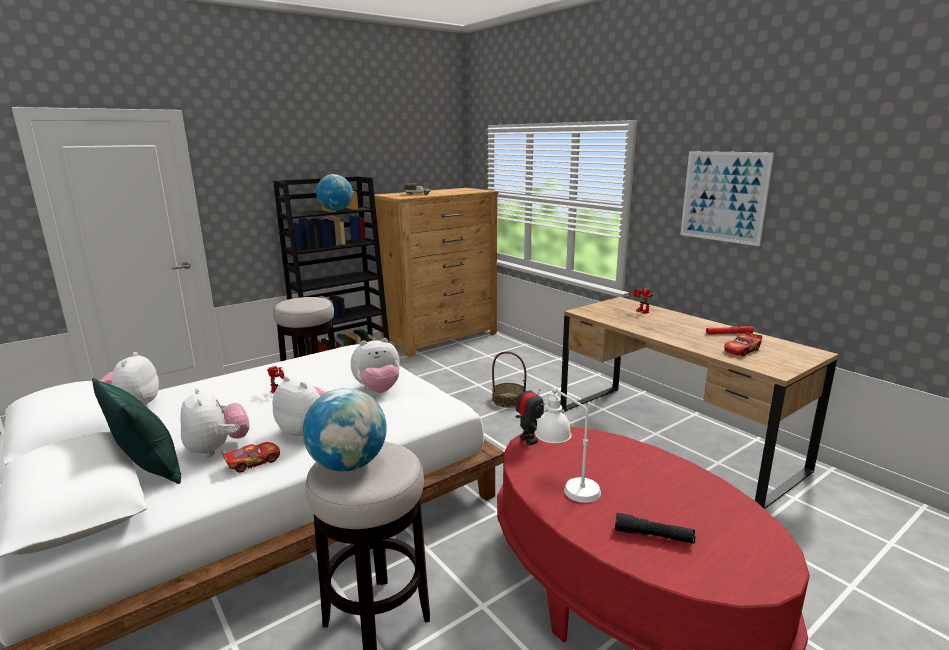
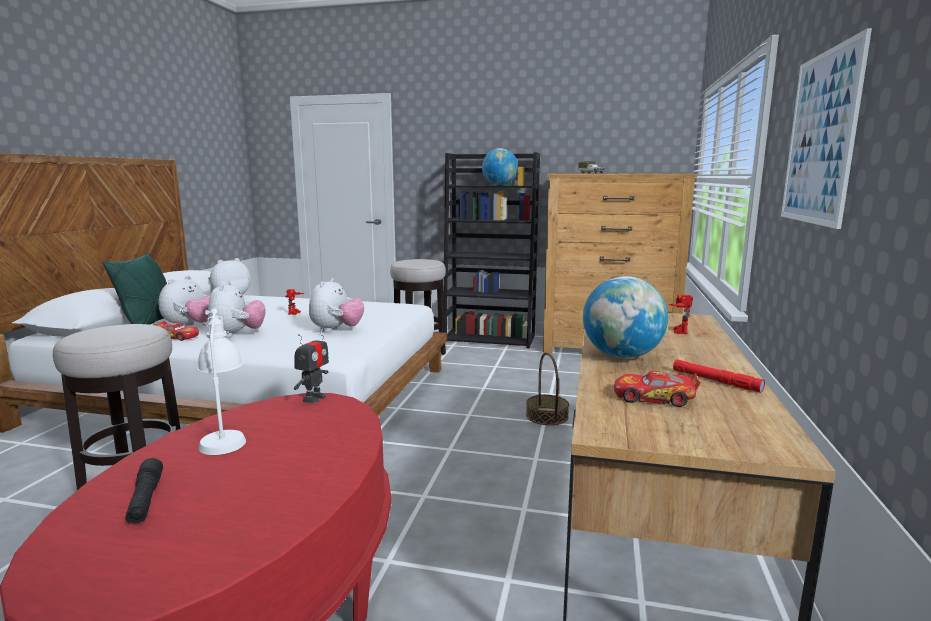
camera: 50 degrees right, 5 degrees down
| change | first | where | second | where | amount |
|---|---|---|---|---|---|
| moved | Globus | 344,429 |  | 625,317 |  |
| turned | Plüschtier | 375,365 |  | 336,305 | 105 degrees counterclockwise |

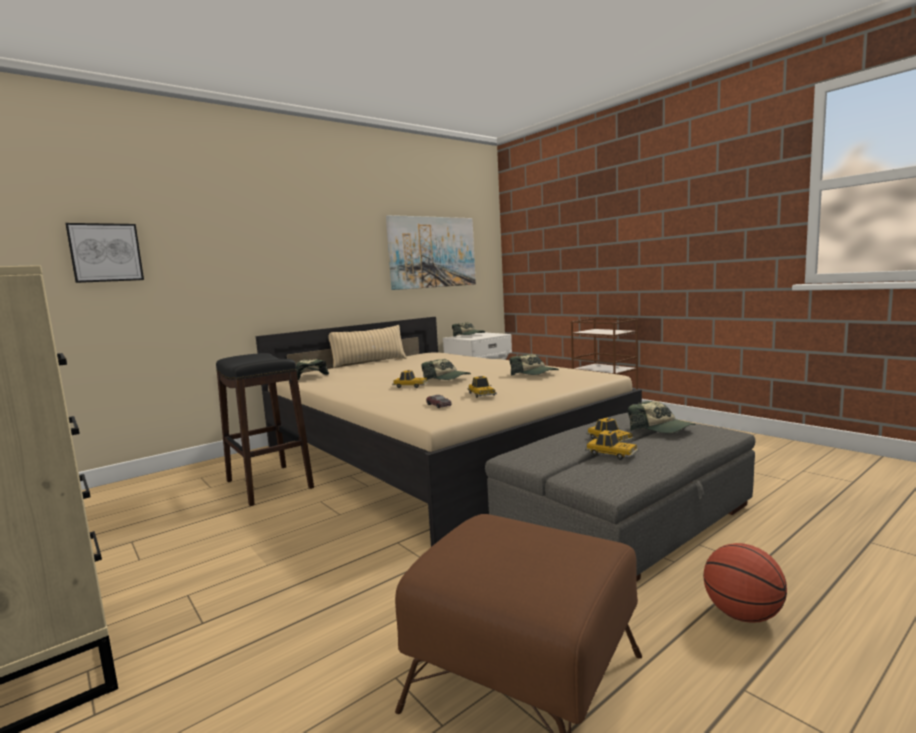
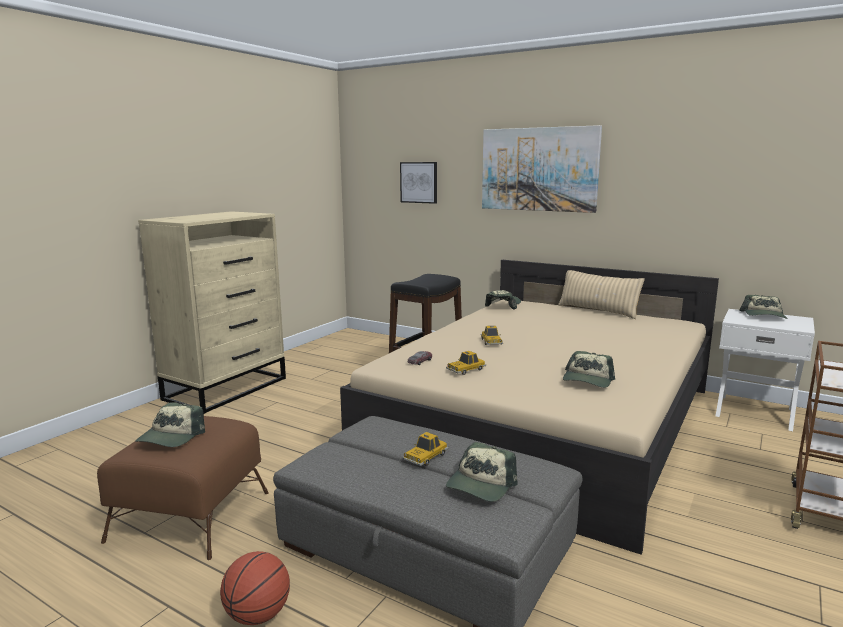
camera: 70 degrees right, 5 degrees up
| change | first | where | second | where | amount |
|---|---|---|---|---|---|
| removed | Spielzeugauto | 612,445 |  |  |  |
| moved | Bild | 431,252 |  | 542,169 |  |
| moved | Kappe | 446,369 |  | 170,424 |  |

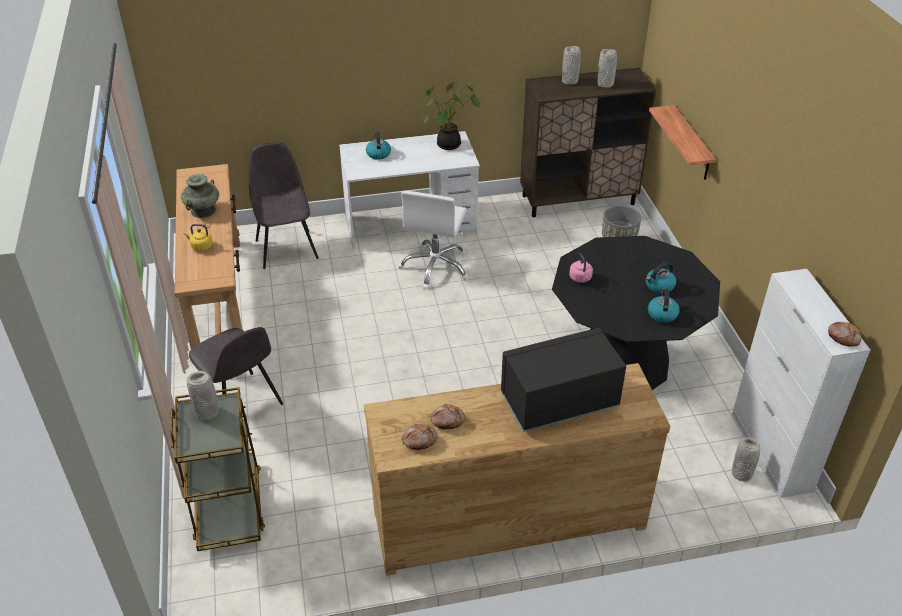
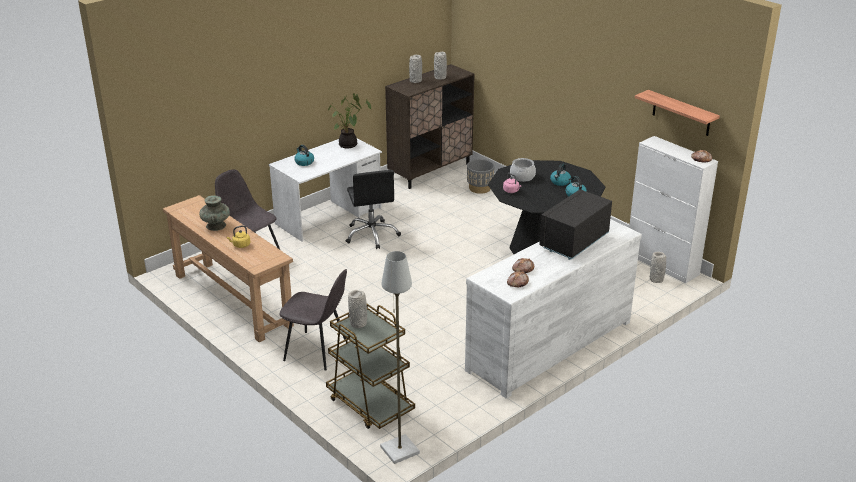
camera: 30 degrees left, 10 degrees down
| change | first | where | second | where | amount |
|---|---|---|---|---|---|
| added |  |  | Stehlampe (grau) | 400,357 |  |
| added |  |  | Kochtopf | 523,170 |  |
| moved | Wandregal | 682,142 |  | 677,113 |  |
| recoloured | Kommode (braun) | 517,469 | Kommode (weiß) | 553,309 |  |
| recoloured | Bürostuhl (weiß) | 433,240 | Bürostuhl (schwarz) | 373,209 |  |

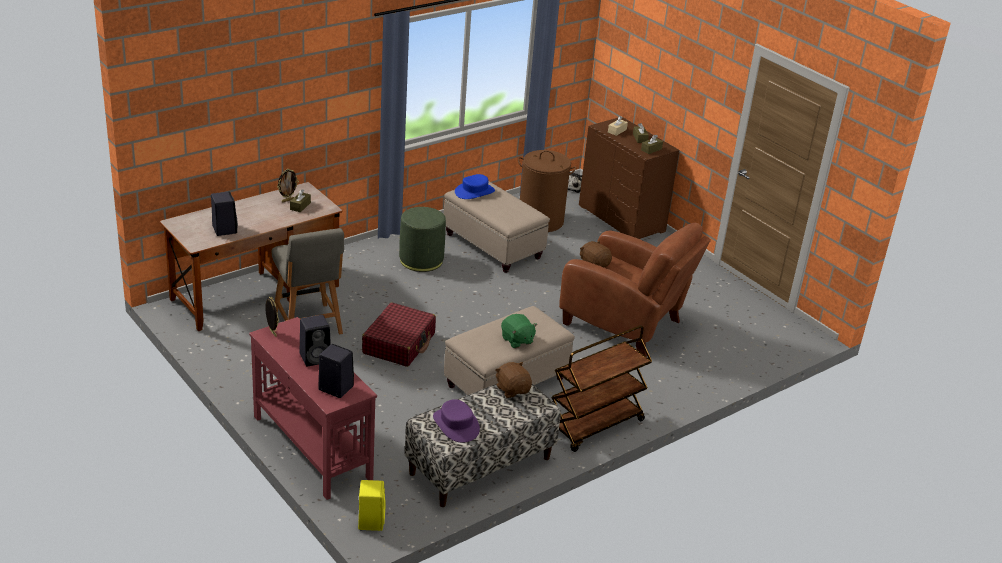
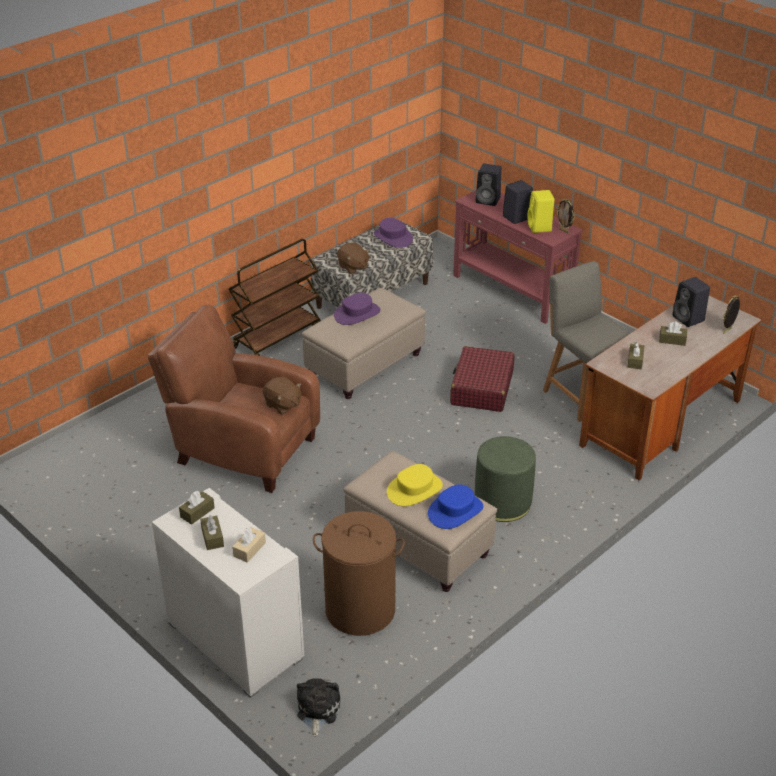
camera: 175 degrees right, 5 degrees up
| change | first | where | second | where | amount |
|---|---|---|---|---|---|
| added |  |  | Hut (gelb) | 415,485 |  |
| added |  |  | Taschentuchbox (braun) | 673,334 |  |
| moved | Bilderrahmen | 288,185 |  | 731,314 |  |
| moved | Lautsprecher (gelb) | 372,505 |  | 540,211 |  |
| replaced | Plüschtier (grün) | 519,331 | Hut (lila) | 357,308 |  |
| recoloured | Kommode (braun) | 629,178 | Kommode (weiß) | 228,593 |  |

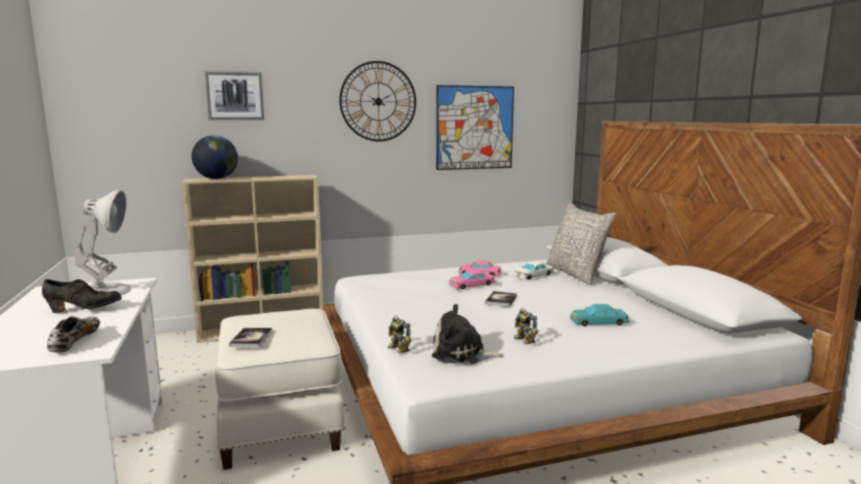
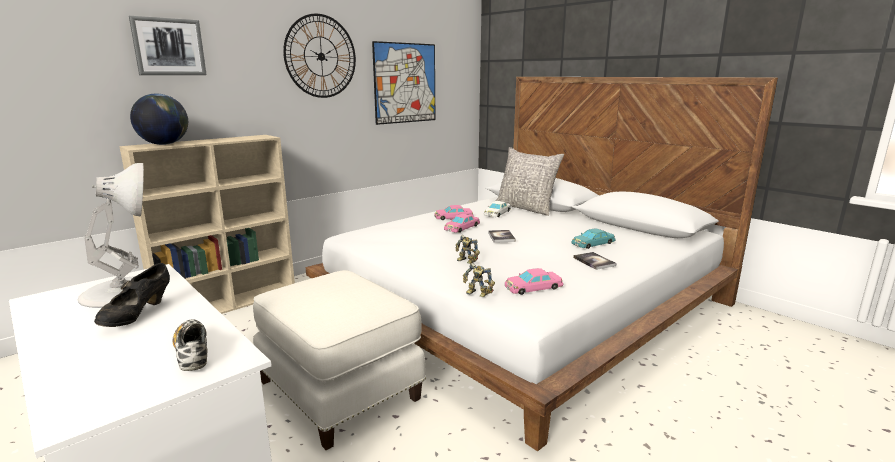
camera: 25 degrees left, 5 degrees up
| change | first | where | second | where | amount |
|---|---|---|---|---|---|
| moved | Buch | 250,337 |  | 595,261 |  |
| moved | Spielzeugroboter | 526,326 |  | 468,249 |  |
| replaced | Plüschtier | 468,334 | Spielzeugauto (rosa) | 534,281 |  |
| turned | Schuh (schwarz) | 82,296 |  | 132,295 | 135 degrees clockwise |

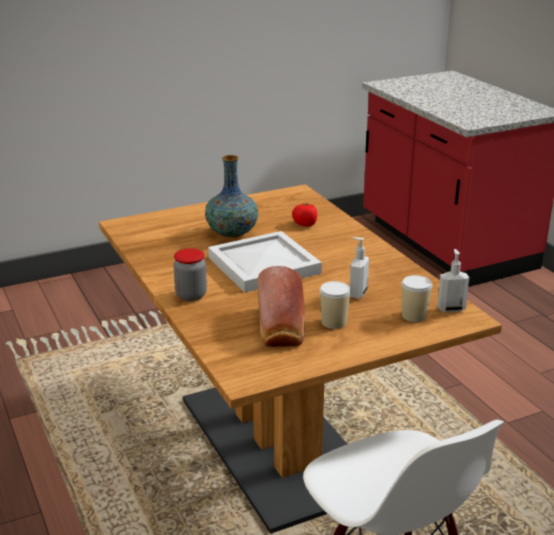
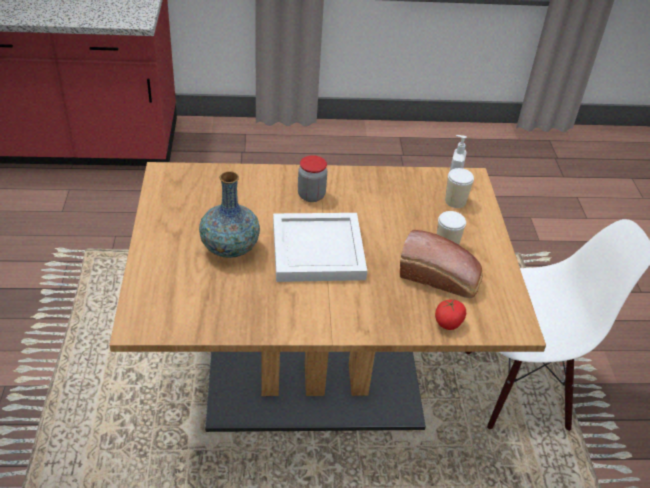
camera: 70 degrees left, 15 degrees up
| change | first | where | second | where | amount |
|---|---|---|---|---|---|
| removed | Seifenspender | 359,268 |  |  |  |
| moved | Vorratsglas | 190,274 |  | 312,178 |  |
| moved | Tomate | 304,214 |  | 450,315 |  |

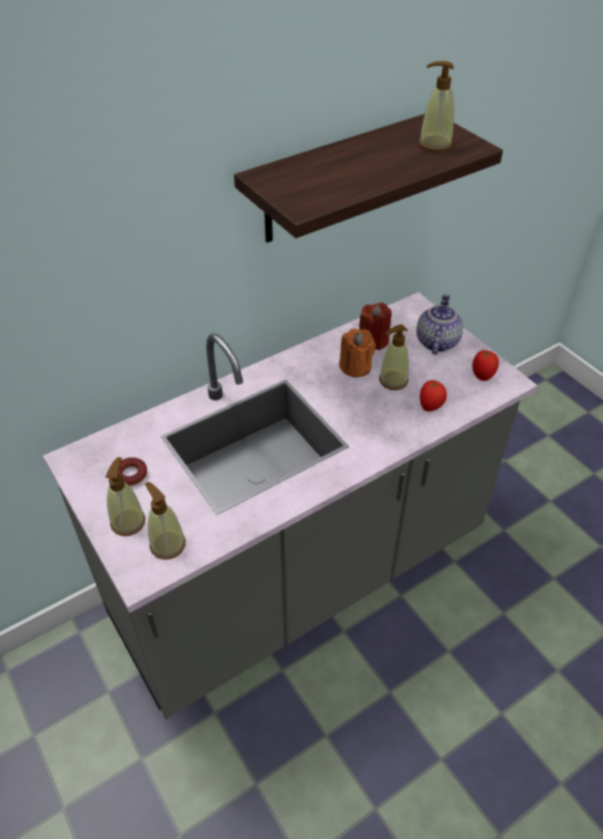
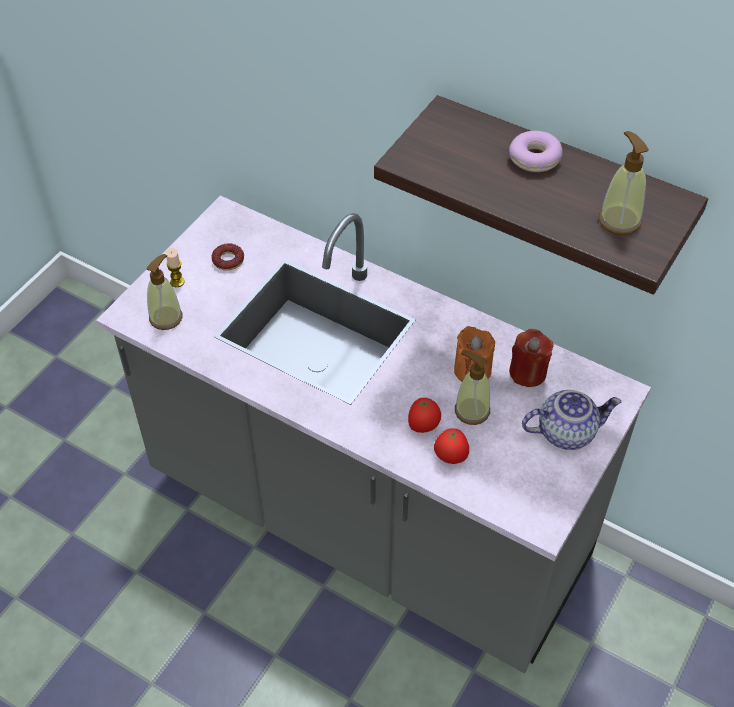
camera: 65 degrees right, 5 degrees up
| change | first | where | second | where | amount |
|---|---|---|---|---|---|
| added |  |  | Donut | 536,151 |  |
| moved | Tomate | 485,365 |  | 424,415 |  |
| replaced | Seifenspender | 126,496 | Kerze | 175,267 |  |

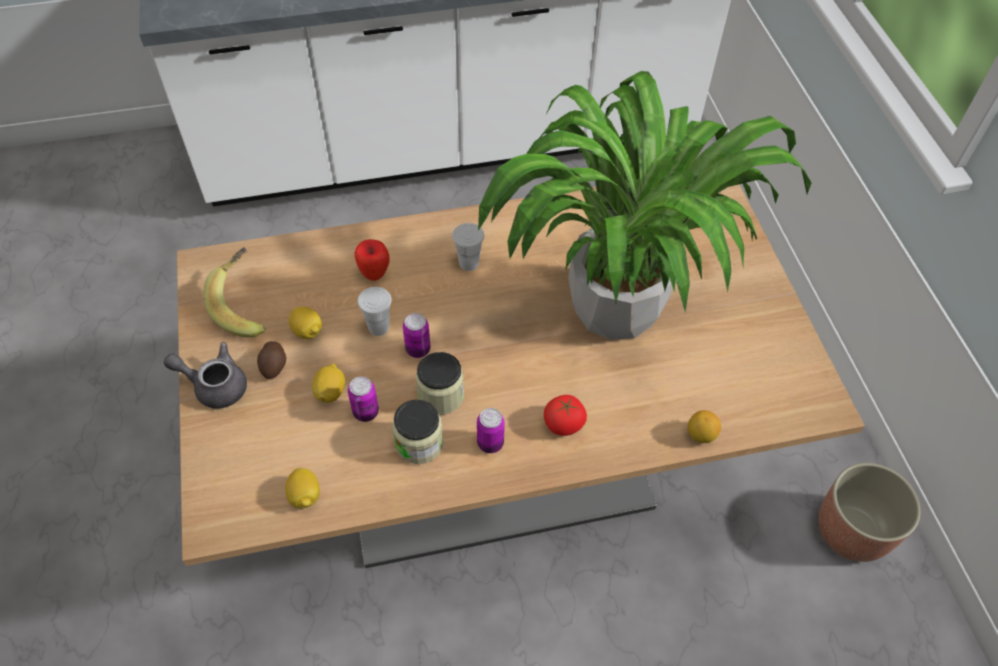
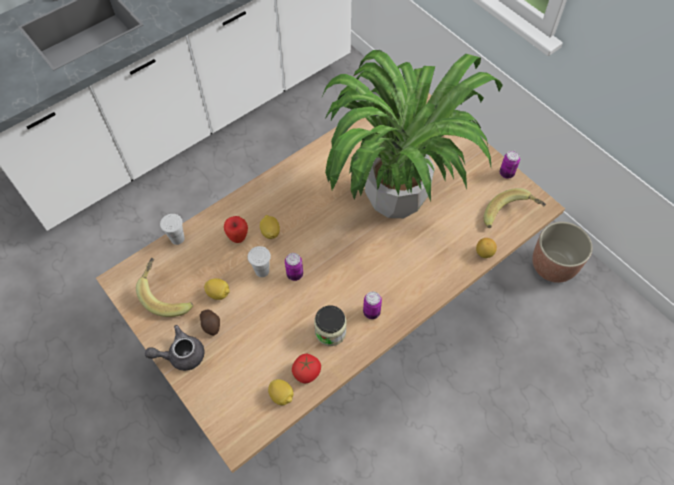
camera: 25 degrees left, 5 degrees up
| change | first | where | second | where | amount |
|---|---|---|---|---|---|
| removed | Vorratsglas | 440,383 |  |  |  |
| added |  |  | Banane | 515,208 |  |
| moved | Zitrone | 328,383 |  | 270,227 |  |
| moved | Dose | 363,399 |  | 510,164 |  |
| moved | Tasse (weiß) | 468,247 |  | 172,229 |  |
| moved | Tomate | 565,415 |  | 306,368 |  |

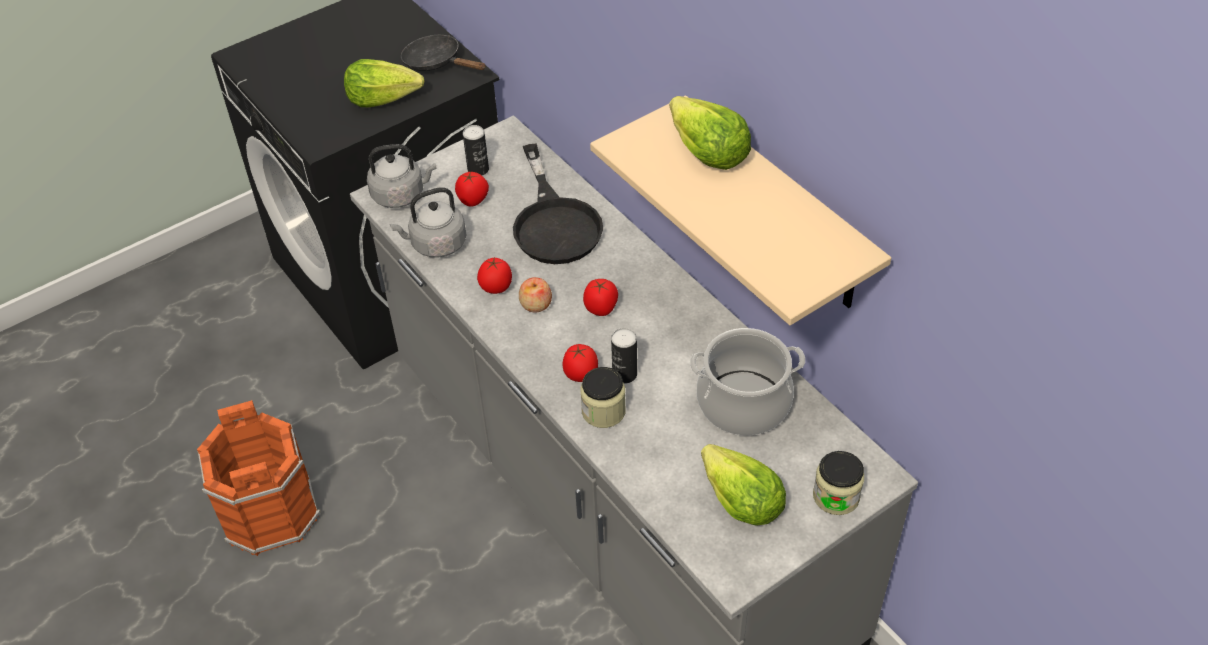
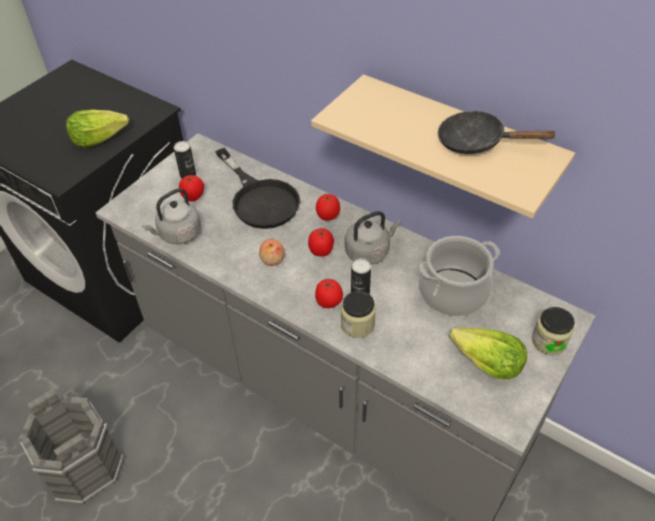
camera: 20 degrees left, 0 degrees up
| change | first | where | second | where | amount |
|---|---|---|---|---|---|
| removed | Salatkopf | 710,133 |  |  |  |
| moved | Wasserkessel (grau) | 402,176 |  | 373,238 |  |
| moved | Pfanne (schwarz) | 443,53 |  | 497,132 |  |
| moved | Tomate | 494,275 |  | 328,207 |  |
| recoloured | Eimer (orange) | 259,478 | Eimer (grau) | 71,447 |  |

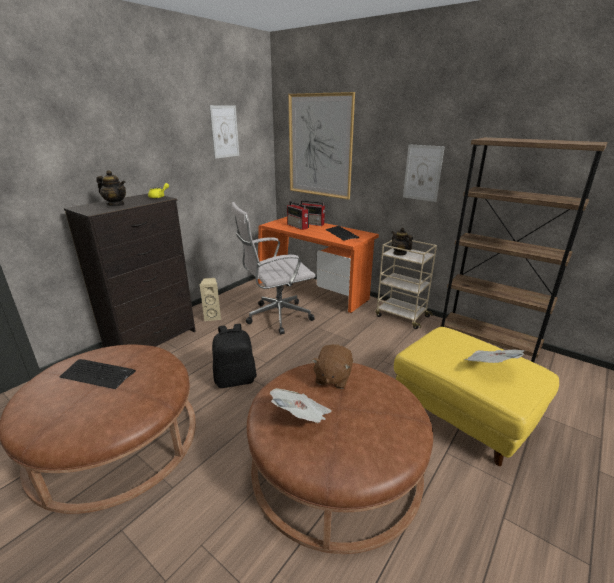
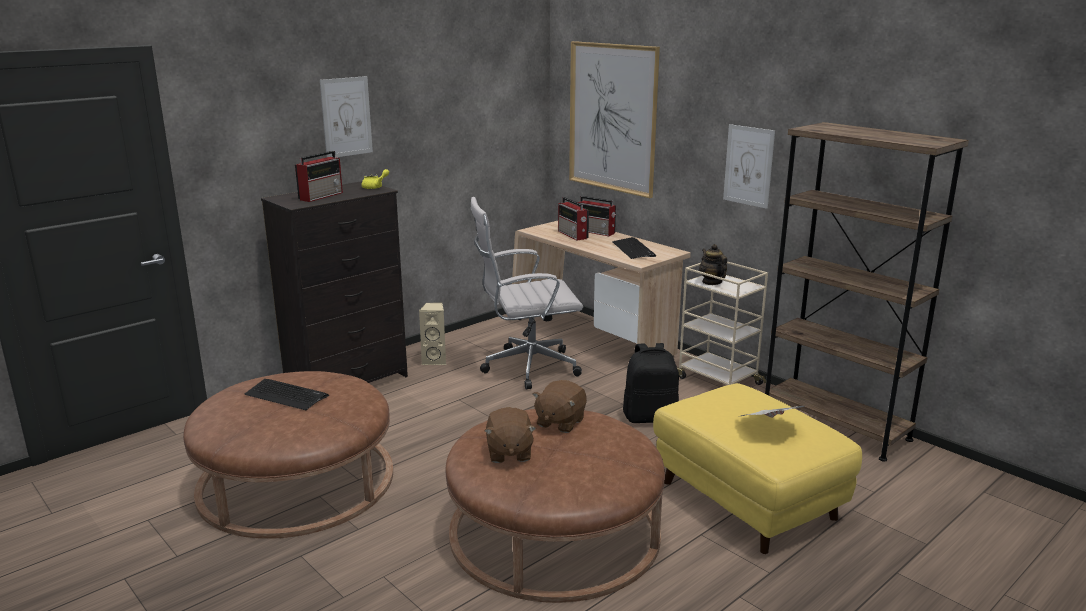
camera: 10 degrees right, 5 degrees down
| change | first | where | second | where | amount |
|---|---|---|---|---|---|
| moved | Bild | 224,132 |  | 346,116 |  |
| moved | Rucksack (schwarz) | 234,356 |  | 651,383 |  |
| replaced | Teekanne | 111,188 | Radio | 319,176 |  |
| replaced | Zeitung | 301,405 | Plüschtier (braun) | 510,435 |  |
| recoloured | Schreibtisch (orange) | 318,265 | Schreibtisch (beige) | 601,289 |  |

